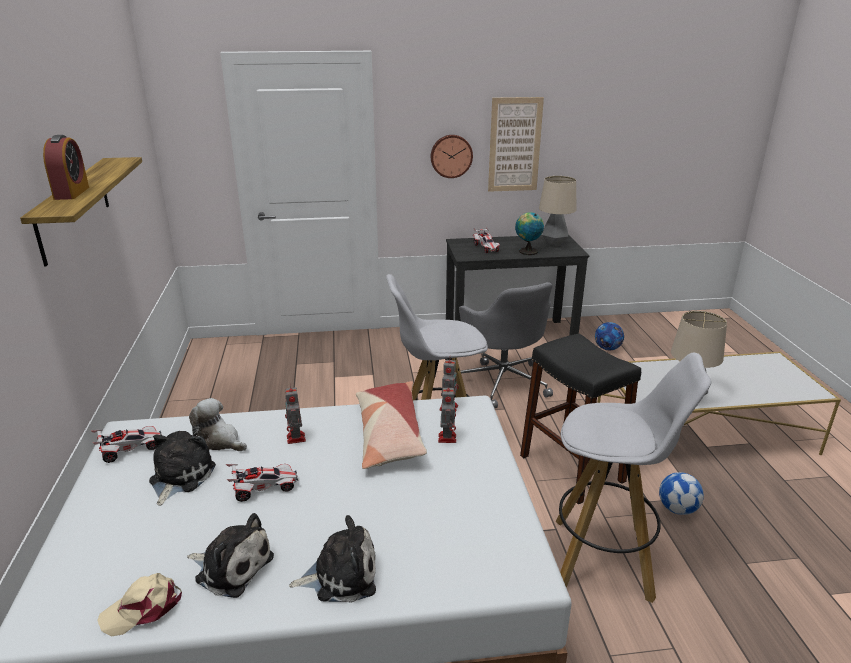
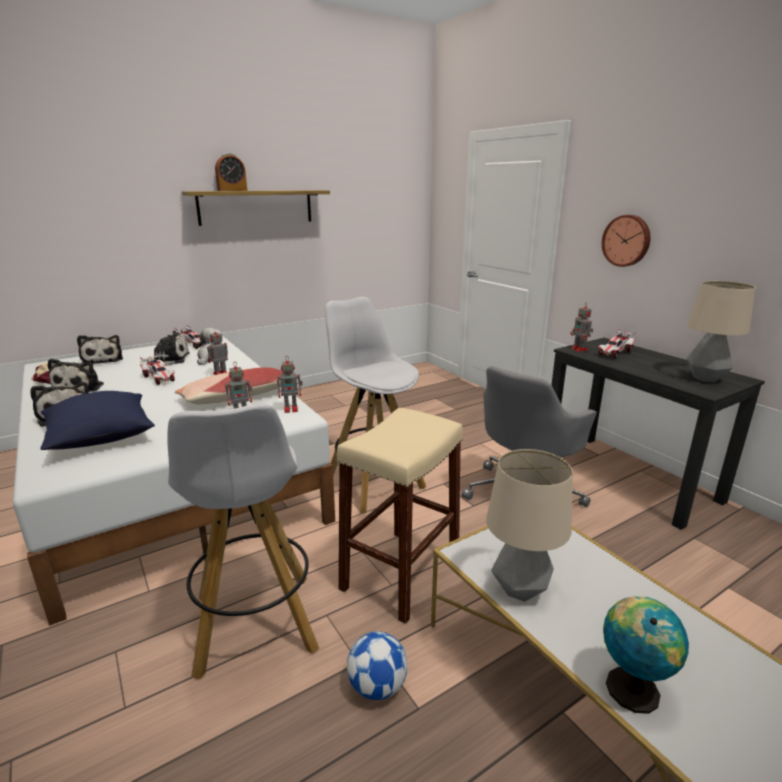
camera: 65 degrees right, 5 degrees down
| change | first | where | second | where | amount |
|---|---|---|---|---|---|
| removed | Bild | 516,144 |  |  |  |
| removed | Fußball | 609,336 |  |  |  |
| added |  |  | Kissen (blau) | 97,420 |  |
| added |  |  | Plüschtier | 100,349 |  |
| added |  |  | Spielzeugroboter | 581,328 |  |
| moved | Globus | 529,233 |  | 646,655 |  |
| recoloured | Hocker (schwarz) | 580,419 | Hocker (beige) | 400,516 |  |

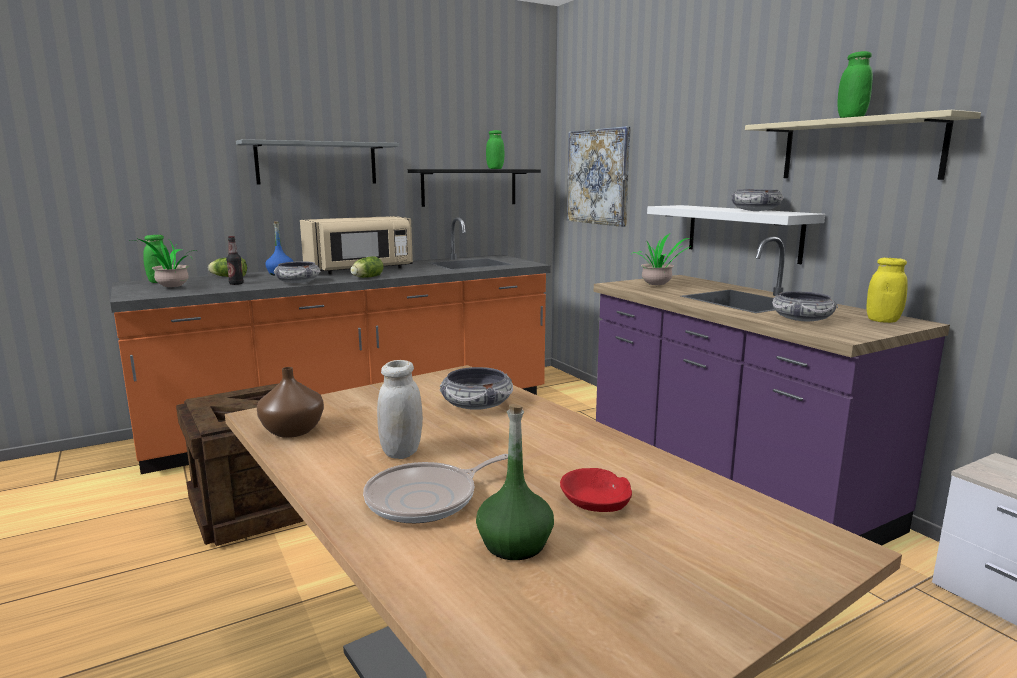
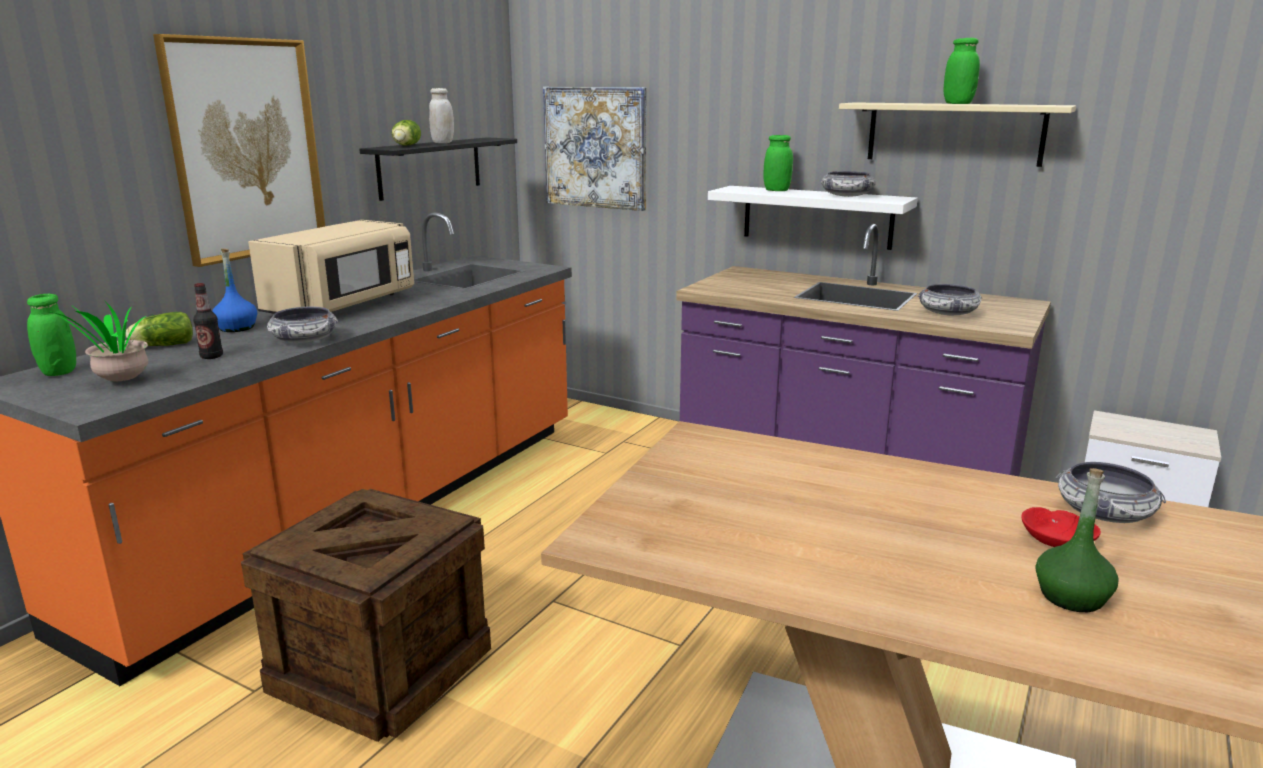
camera: 30 degrees left, 5 degrees up
| change | first | where | second | where | amount |
|---|---|---|---|---|---|
| removed | Vase (braun) | 290,402 |  |  |  |
| removed | Pfanne | 435,488 |  |  |  |
| removed | Topfpflanze | 661,260 |  |  |  |
| removed | Vorratsglas (gelb) | 887,290 |  |  |  |
| moved | Salatkopf | 366,267 |  | 406,133 |  |
| moved | Vorratsglas (weiß) | 400,409 |  | 441,115 |  |
| moved | Schüssel | 476,388 |  | 1111,492 |  |
| moved | Vorratsglas (grün) | 495,149 |  | 778,163 |  |
| replaced | Wandregal (grau) | 317,161 | Bild | 239,150 |  |

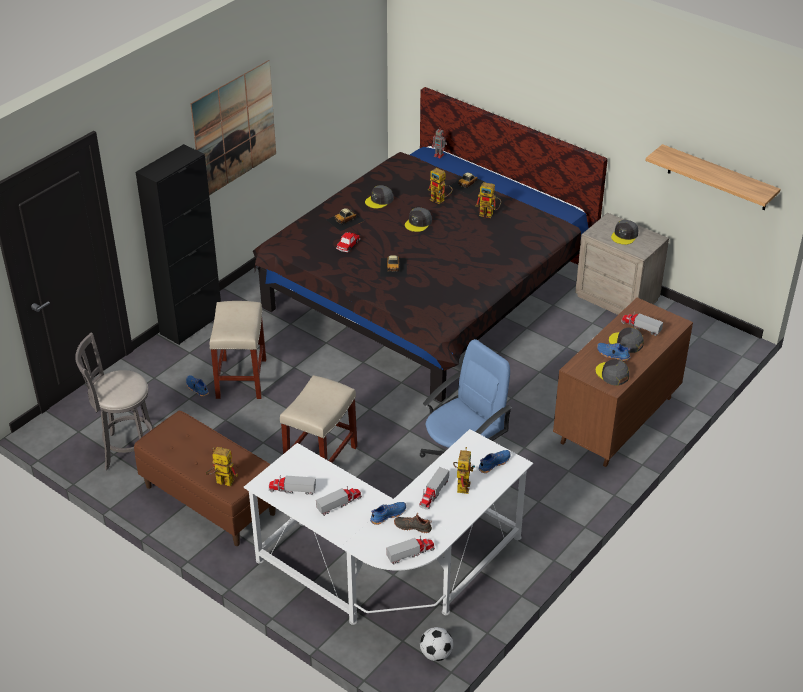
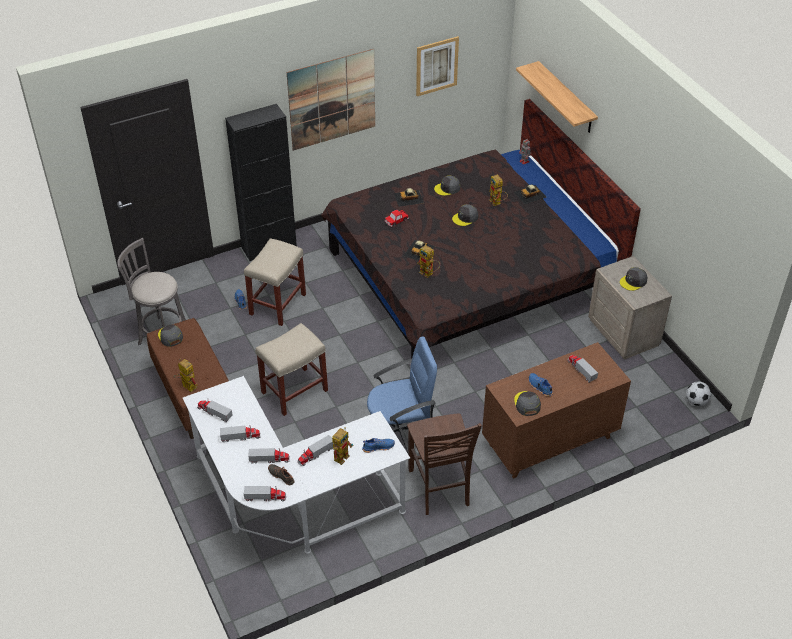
camera: 25 degrees right, 5 degrees up
| change | first | where | second | where | amount |
|---|---|---|---|---|---|
| added |  |  | Stuhl (braun) | 444,464 |  |
| added |  |  | Bild | 437,66 |  |
| moved | Fußball | 436,644 |  | 698,394 |  |
| moved | Spielzeugroboter | 488,200 |  | 428,261 |  |
| moved | Kappe (grau) | 626,340 |  | 170,336 |  |
| moved | Wandregal | 713,177 |  | 557,97 |  |
| replaced | Schuh (blau) | 388,513 | Spielzeuglaster | 269,456 |  |

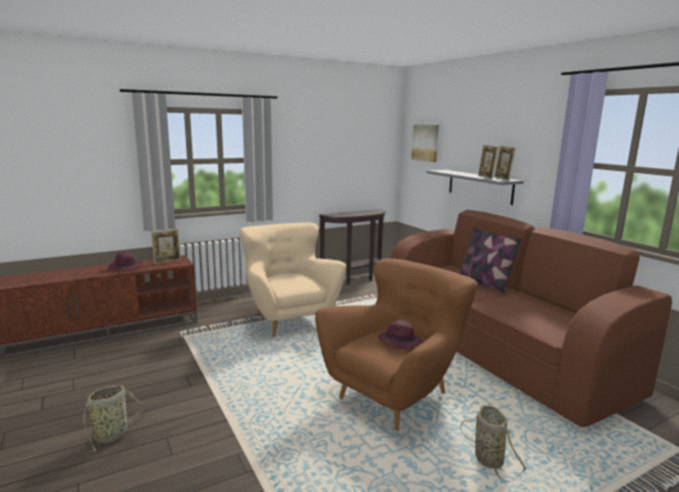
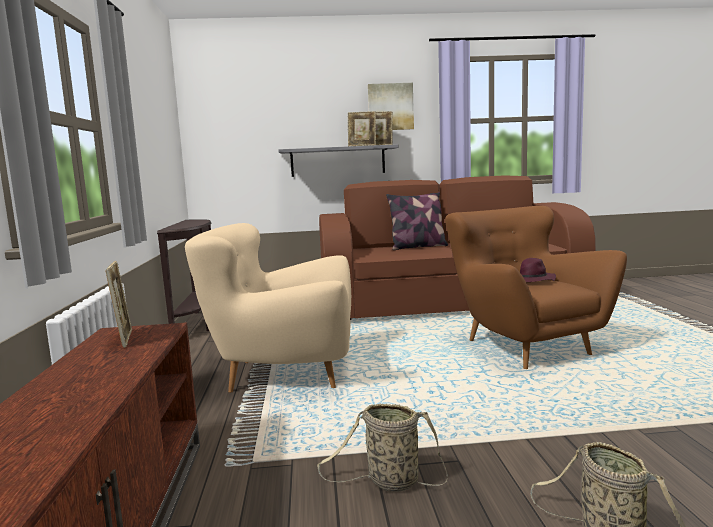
camera: 65 degrees left, 5 degrees down
| change | first | where | second | where | amount |
|---|---|---|---|---|---|
| removed | Hut (lila) | 125,261 |  |  |  |
| moved | Bild | 425,143 |  | 391,106 |  |
| moved | Korb | 493,443 |  | 382,448 |  |

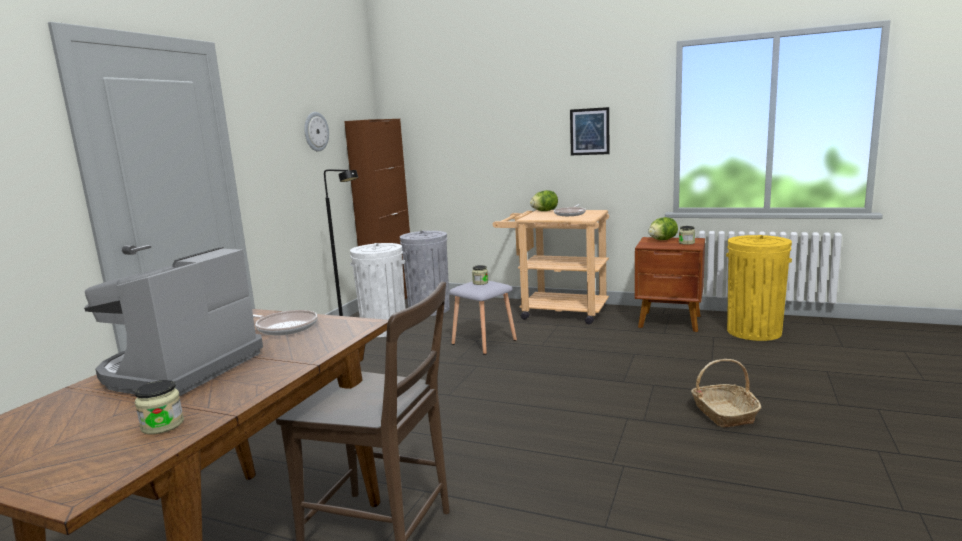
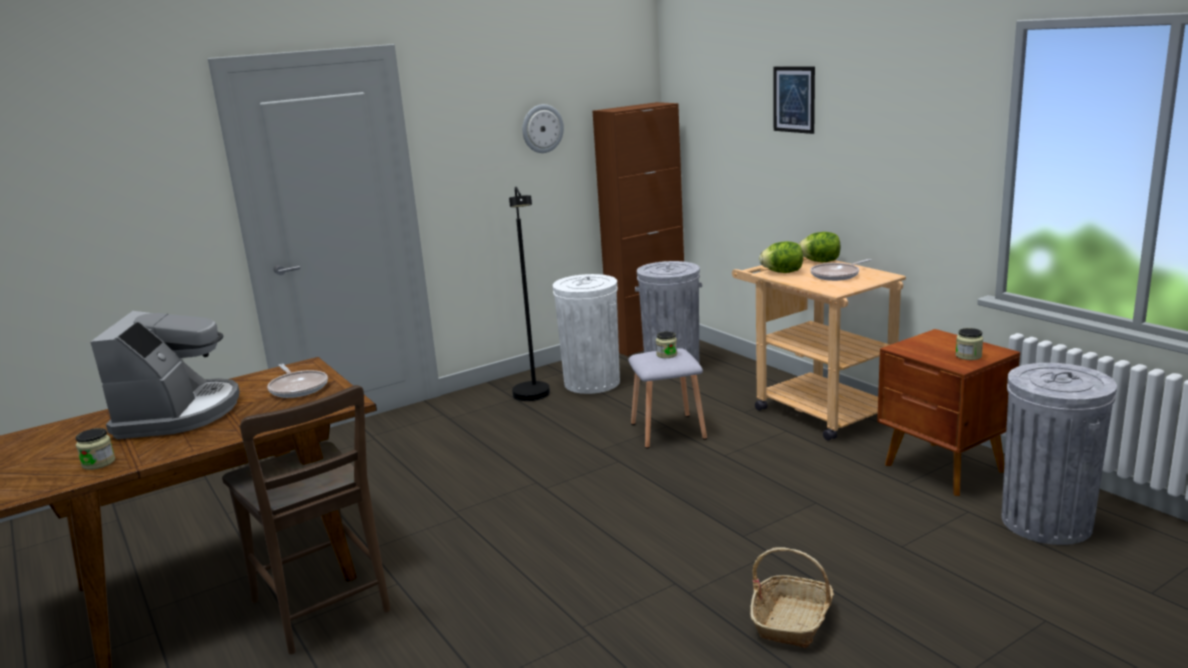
camera: 35 degrees right, 5 degrees up
| change | first | where | second | where | amount |
|---|---|---|---|---|---|
| moved | Bild | 589,131 |  | 794,100 |  |
| moved | Salatkopf | 663,228 |  | 781,257 |  |
| recoloured | Mülleimer (gelb) | 759,288 | Mülleimer (grau) | 1059,454 |  |
| turned | Kaffeemaschine | 173,321 |  | 165,375 | 120 degrees clockwise |

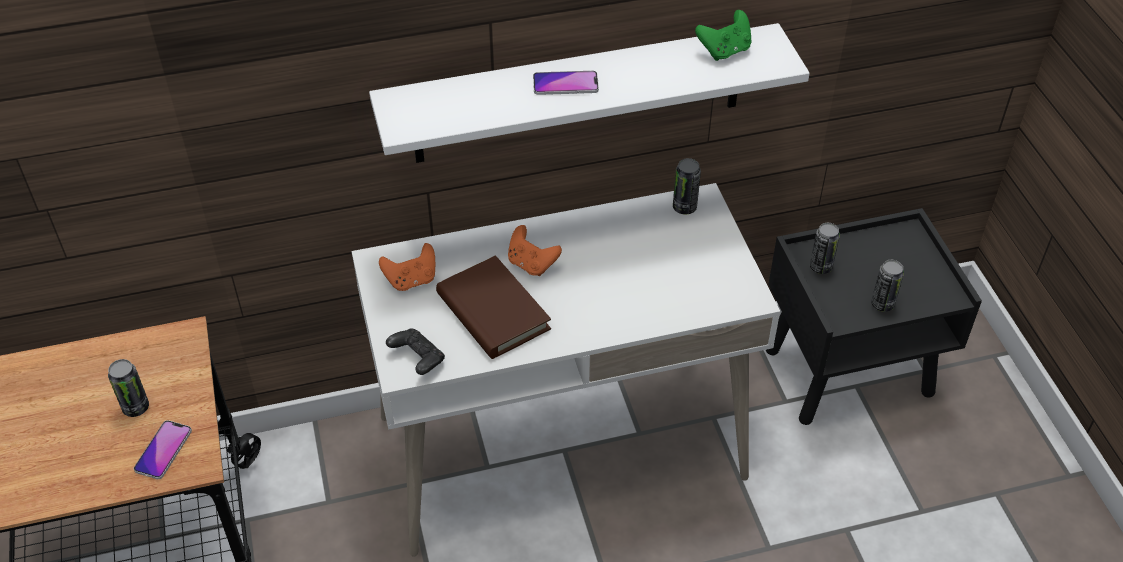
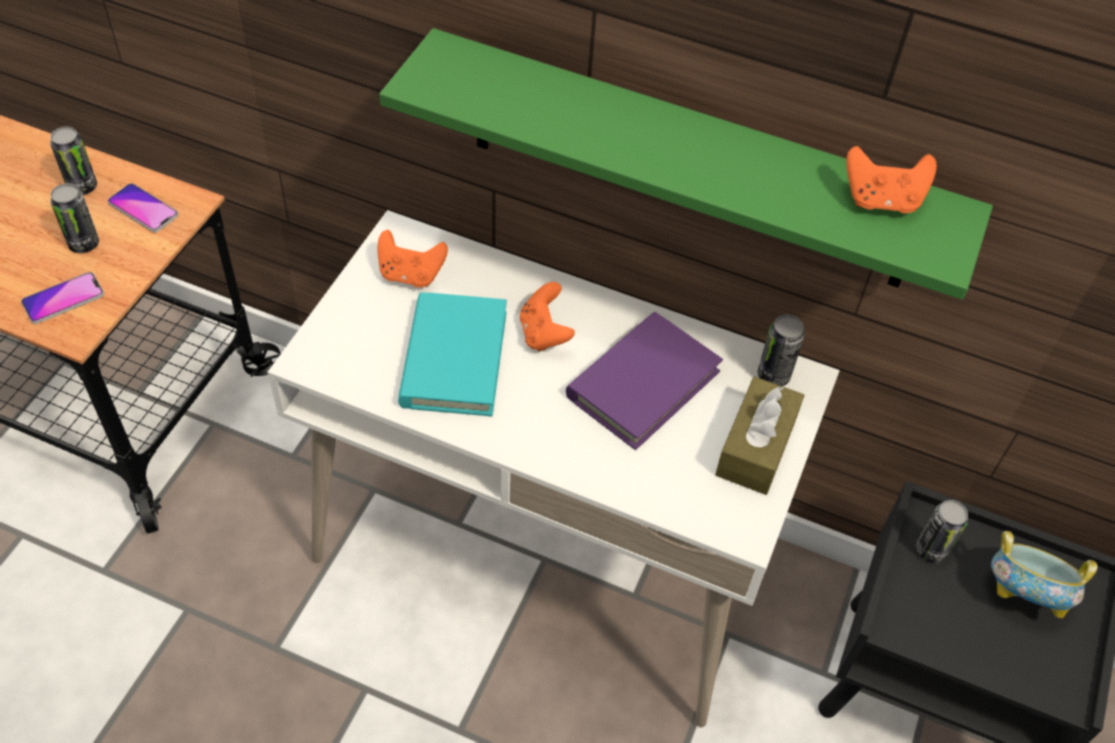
camera: 35 degrees right, 5 degrees up
| change | first | where | second | where | amount |
|---|---|---|---|---|---|
| removed | Gamepad (schwarz) | 415,351 |  |  |  |
| added |  |  | Buch (lila) | 644,381 |  |
| added |  |  | Taschentuchbox (braun) | 760,435 |  |
| added |  |  | Schüssel | 1044,574 |  |
| moved | Handy | 566,83 |  | 143,208 |  |
| moved | Dose | 887,286 |  | 73,160 |  |
| recoloured | Wandregal (weiß) | 589,93 | Wandregal (grün) | 686,164 |  |
| recoloured | Buch (braun) | 493,307 | Buch (türkis) | 452,354 |  |
| recoloured | Gamepad (grün) | 723,35 | Gamepad (orange) | 891,179 |  |

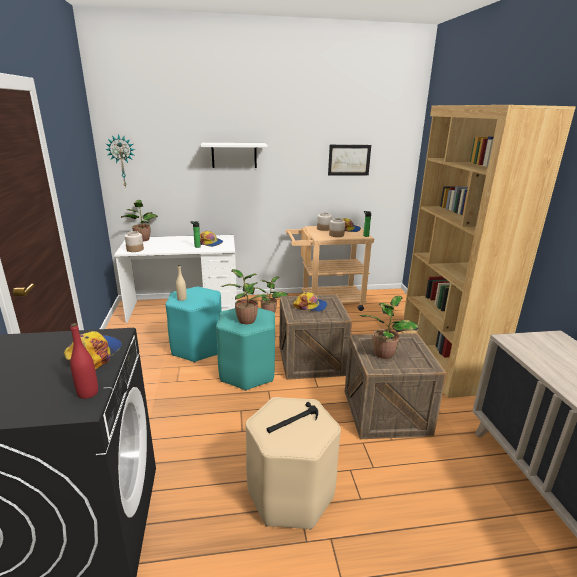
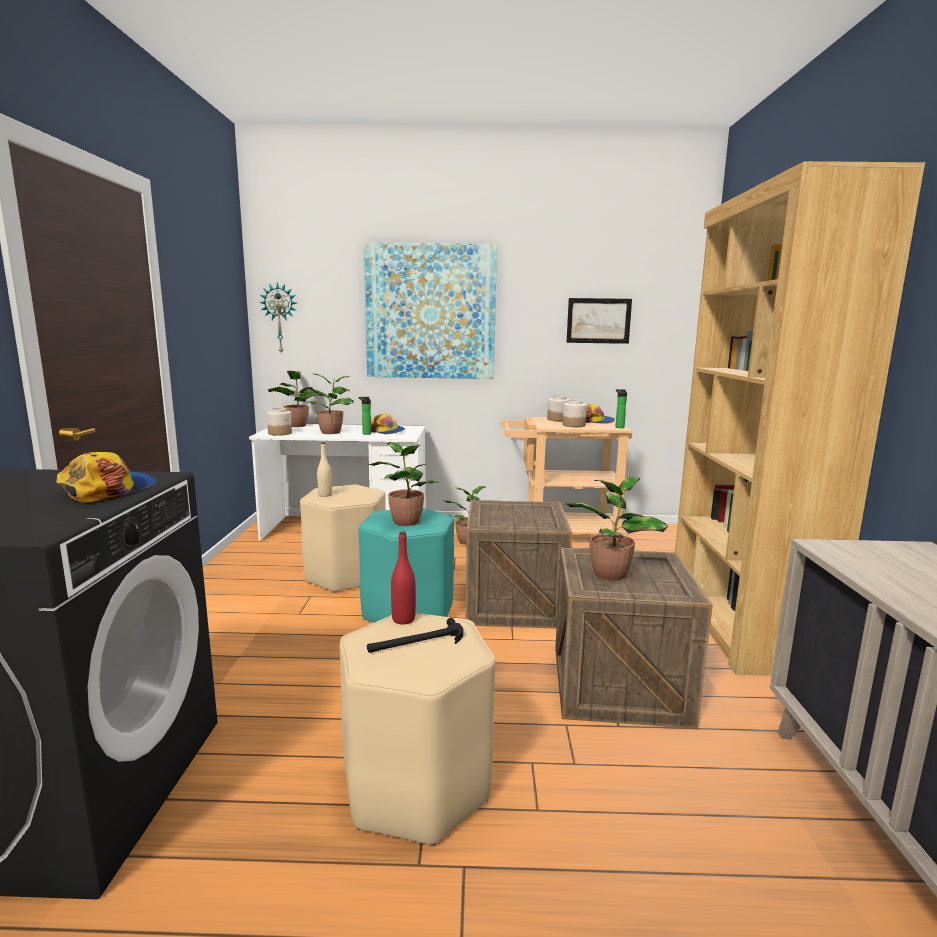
camera: 10 degrees right, 10 degrees down
| change | first | where | second | where | amount |
|---|---|---|---|---|---|
| removed | Kappe | 310,301 |  |  |  |
| added |  |  | Topfpflanze | 330,403 |  |
| moved | Flasche (rot) | 84,361 |  | 403,578 |  |
| replaced | Wandregal (weiß) | 234,155 | Bild | 430,311 |  |
| recoloured | Hocker (türkis) | 194,325 | Hocker (beige) | 343,539 |  |

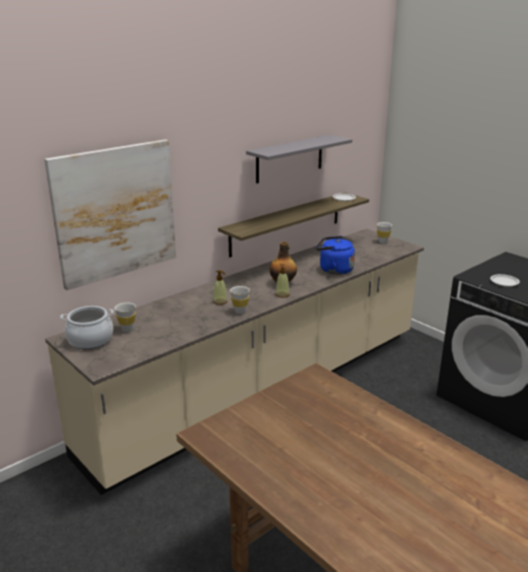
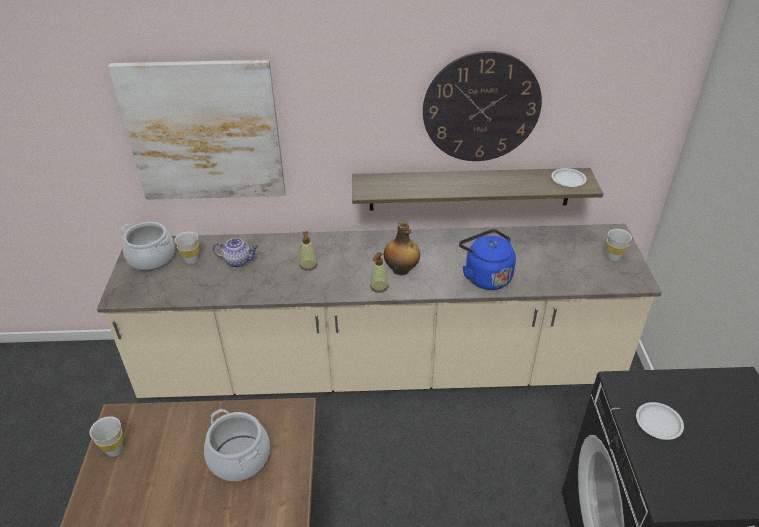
camera: 40 degrees right, 15 degrees up
| change | first | where | second | where | amount |
|---|---|---|---|---|---|
| added |  |  | Kochtopf | 237,445 |  |
| added |  |  | Teekanne | 235,252 |  |
| moved | Tasse (weiß) | 240,300 |  | 106,436 |  |
| replaced | Wandregal (grau) | 299,159 | Wanduhr | 482,106 |  |

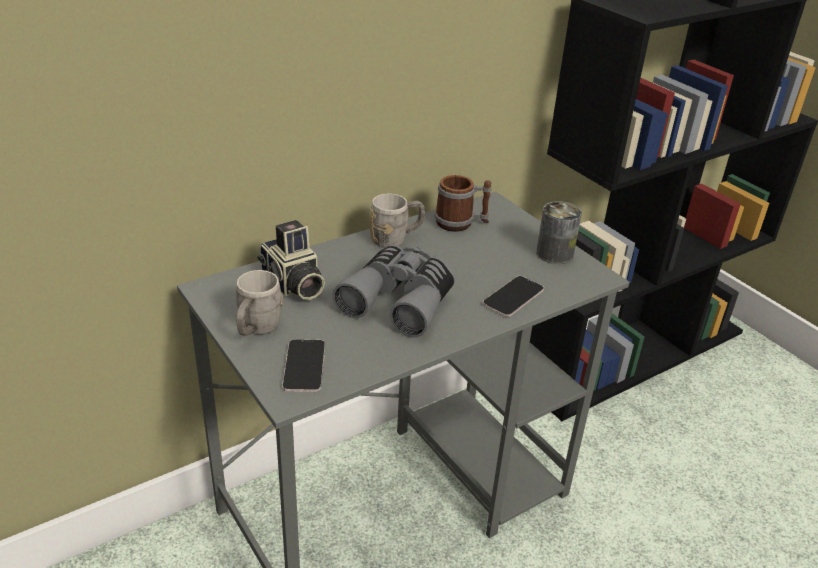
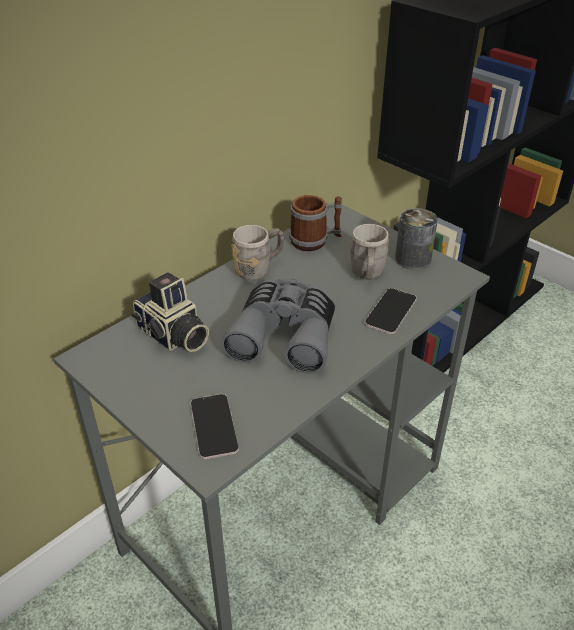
camera: 10 degrees left, 5 degrees up
| change | first | where | second | where | amount |
|---|---|---|---|---|---|
| moved | Henkelbecher (grau) | 259,303 |  | 369,252 |  |

